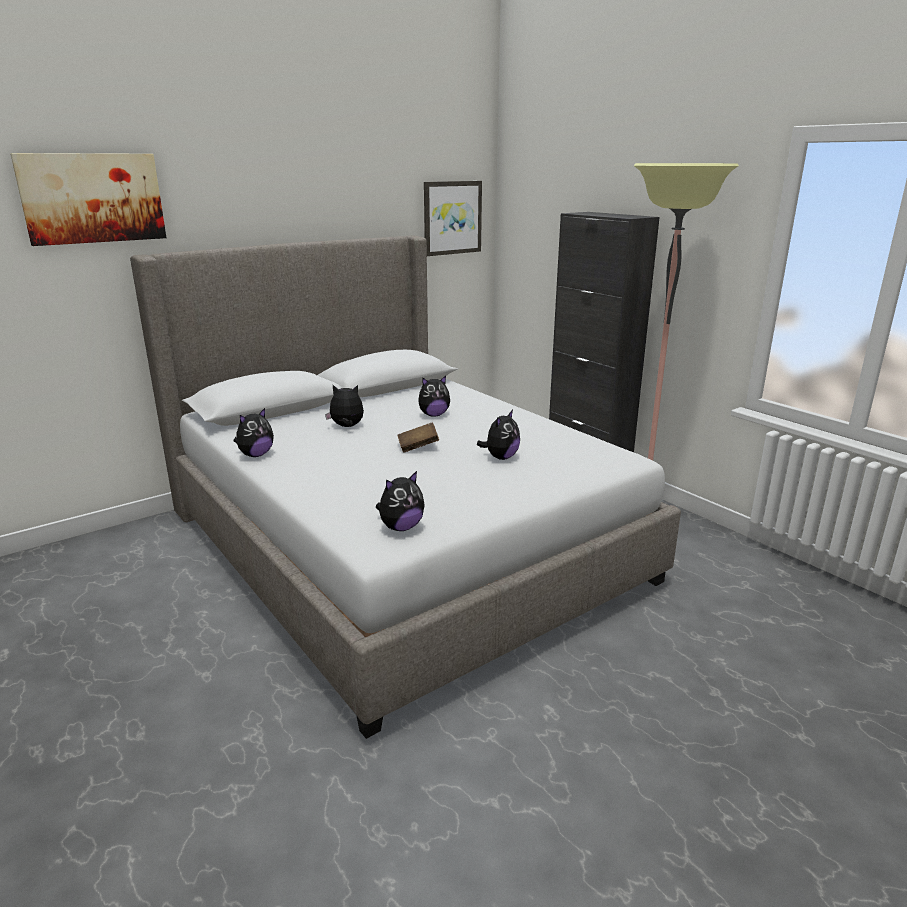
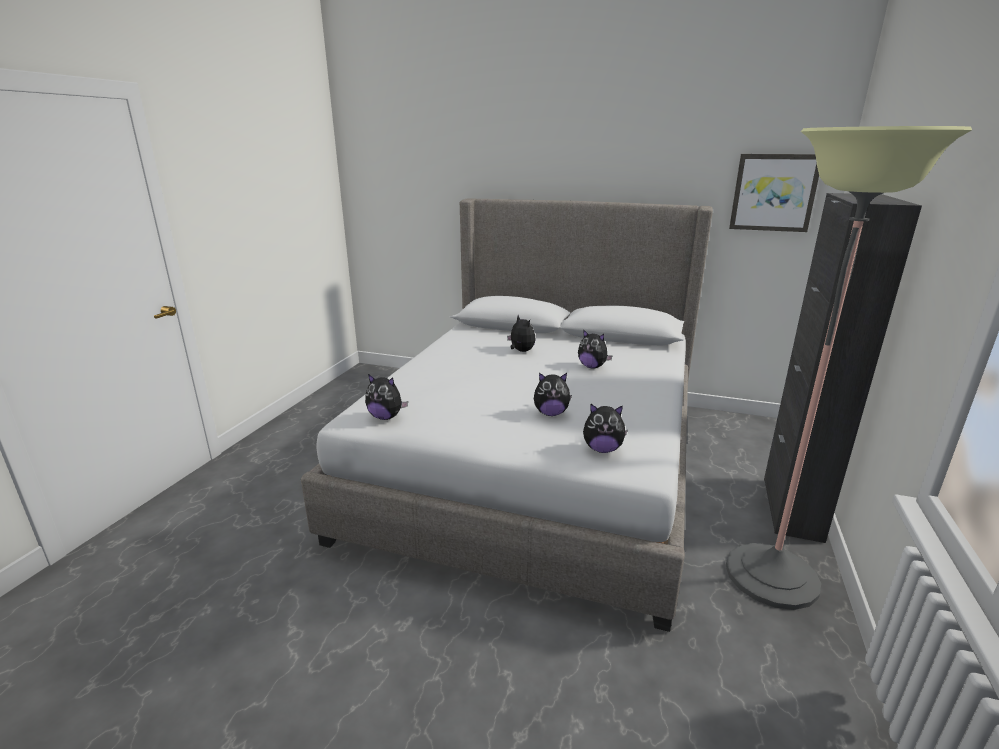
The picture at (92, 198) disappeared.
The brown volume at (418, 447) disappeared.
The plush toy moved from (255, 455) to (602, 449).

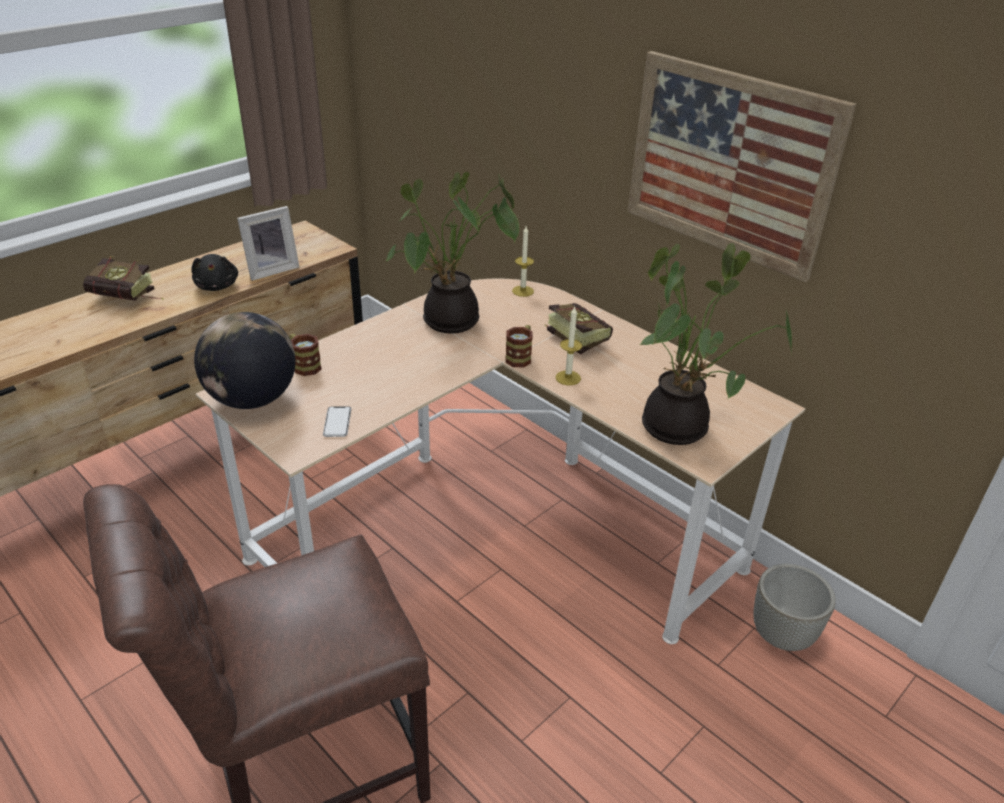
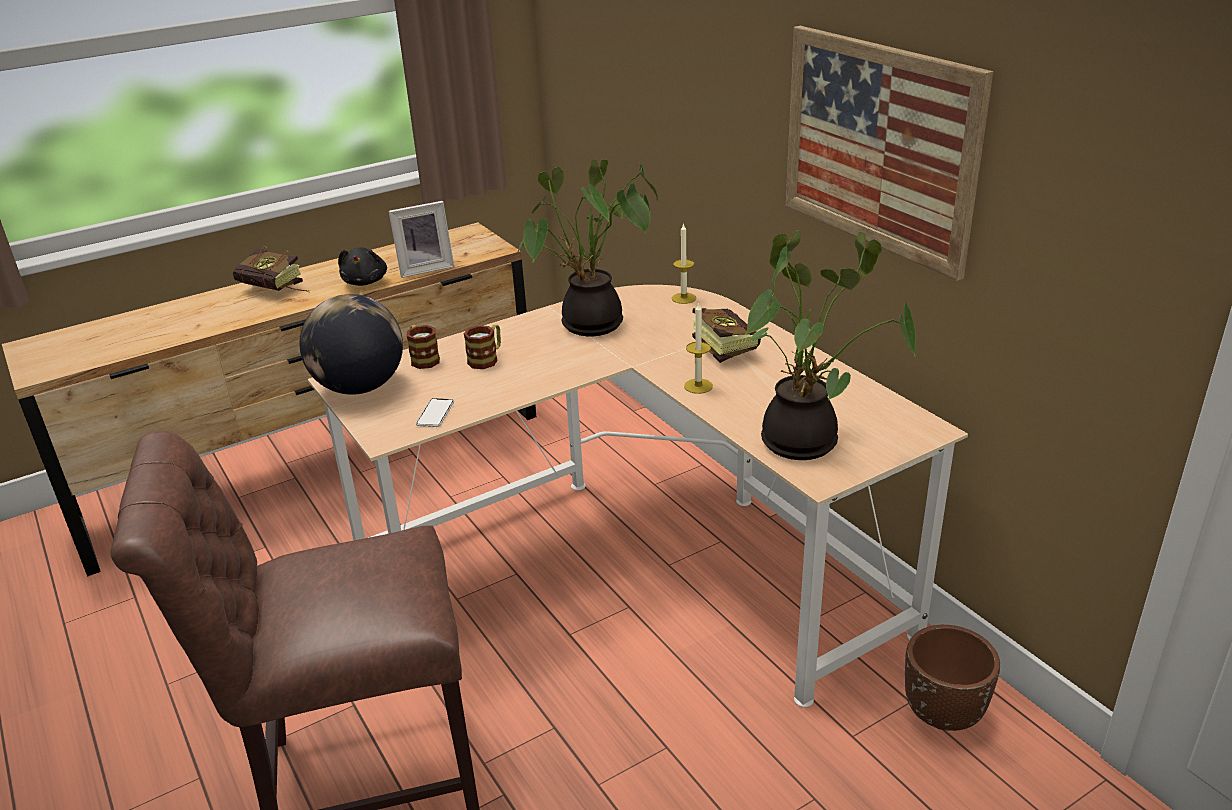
The coffee mug moved from (520, 357) to (487, 359).
The greyish flower pot at (782, 634) became the brown flower pot at (943, 713).

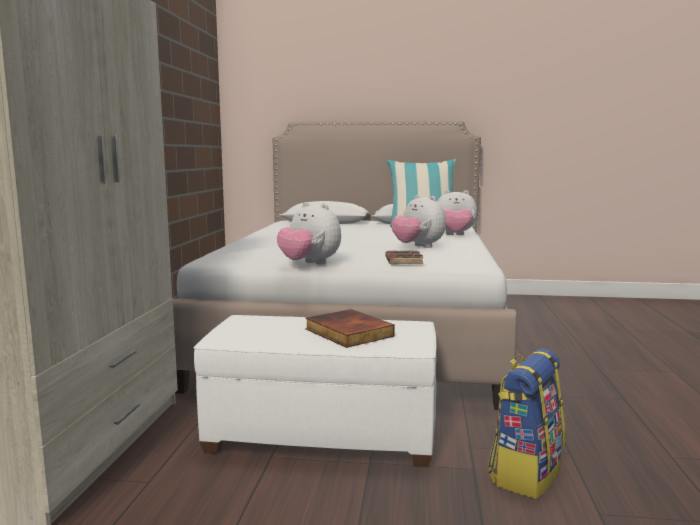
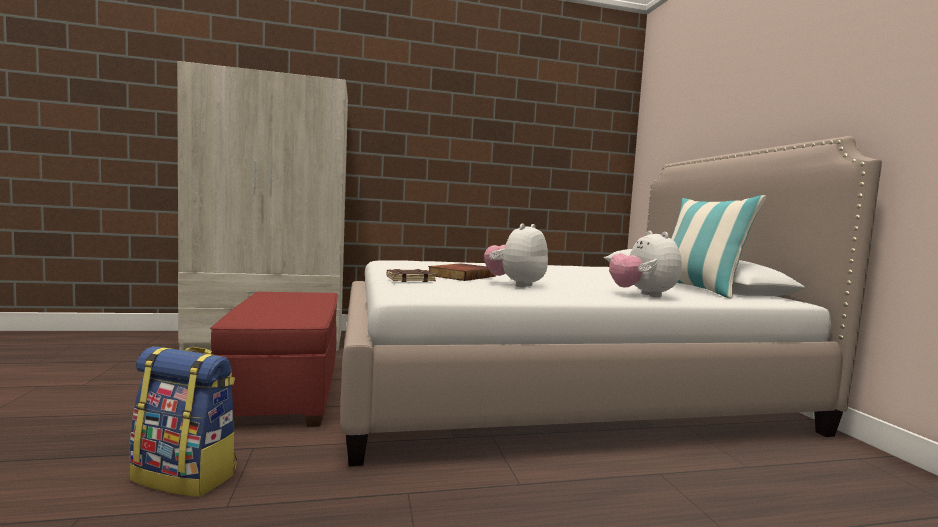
The plush toy at (309, 264) disappeared.
The volume moved from (347, 332) to (461, 275).
The white footrest at (323, 435) became the red-coloured footrest at (285, 391).

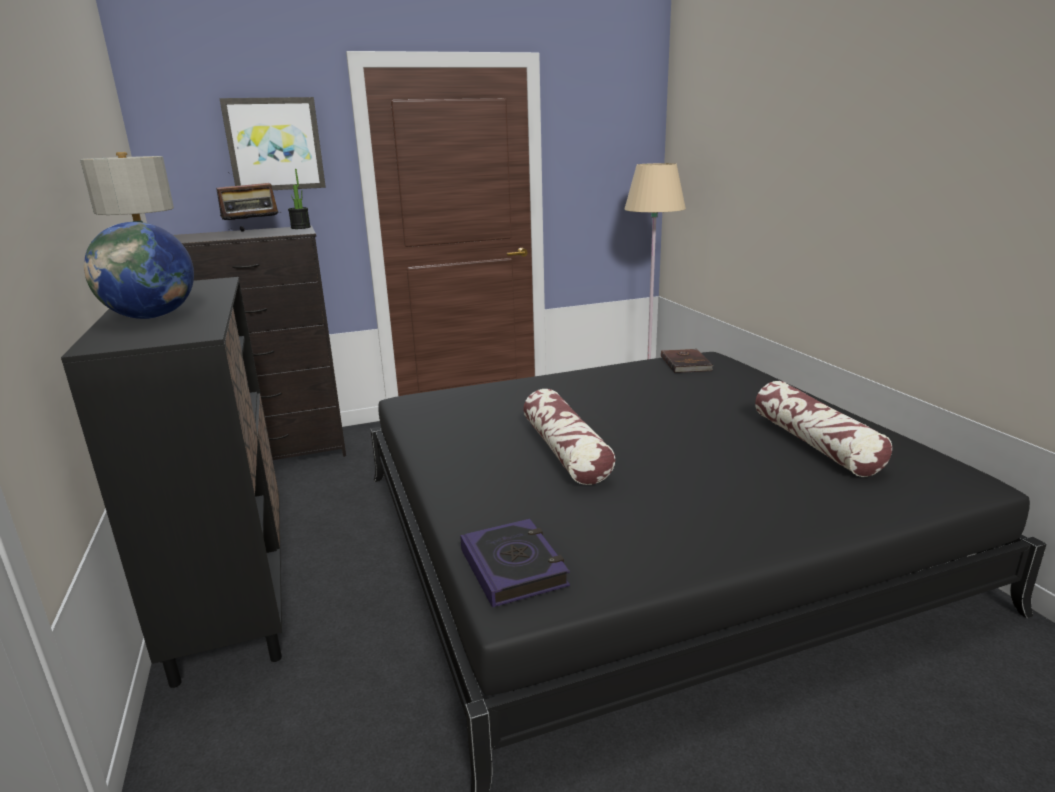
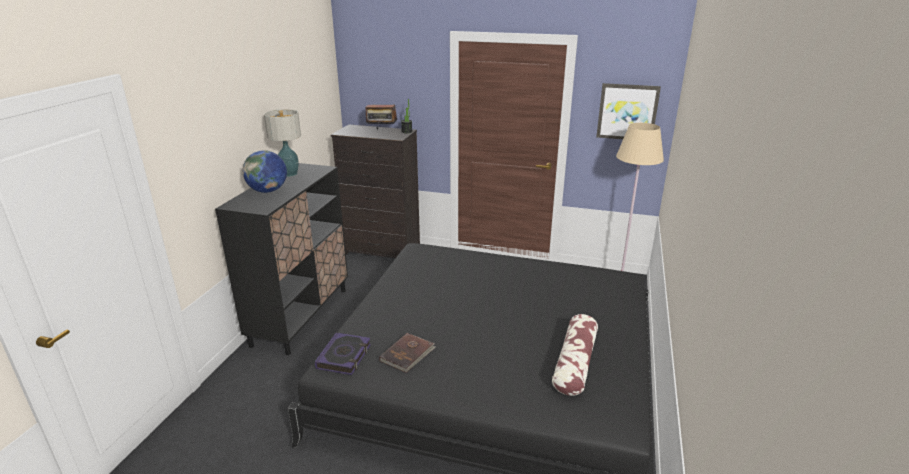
The throw pillow at (565, 451) disappeared.
The picture moved from (274, 144) to (627, 112).
The brown volume moved from (686, 363) to (408, 354).

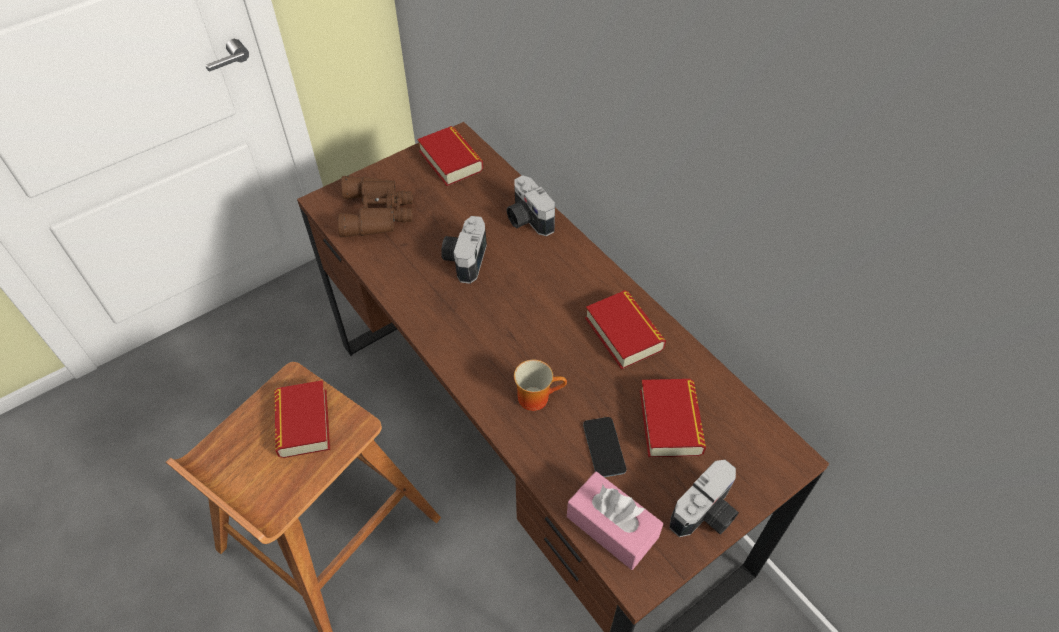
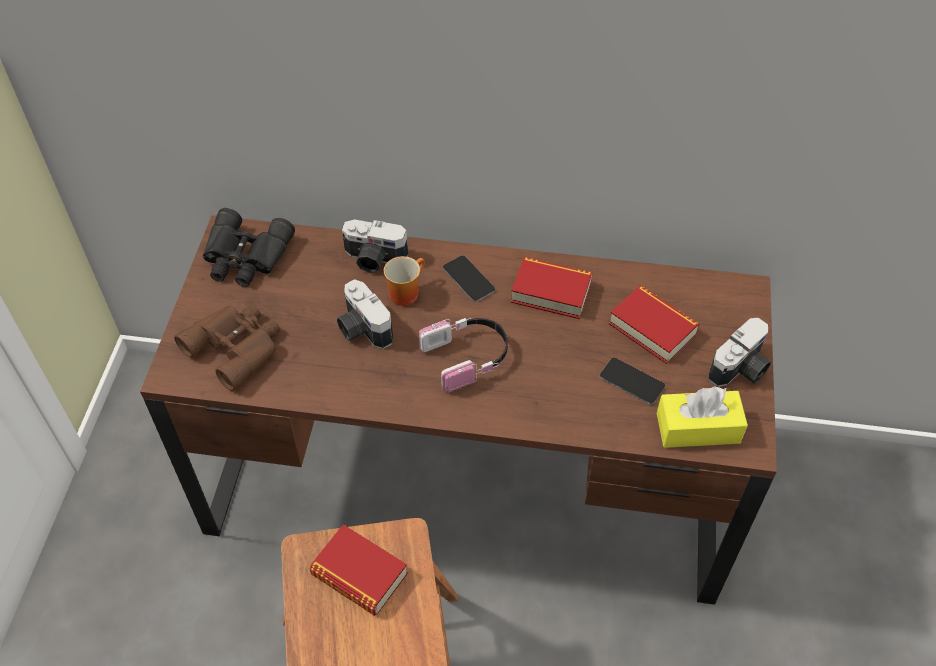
The pair of headphones at (468, 357) appeared.
The telephone at (468, 279) appeared.
The coffee mug moved from (536, 395) to (404, 291).
The volume at (451, 161) was replaced by the black pair of binoculars at (245, 257).
The pink-coloured tissue holder at (612, 527) became the yellowish tissue holder at (698, 428).
The photo camera at (706, 514) turned 45 degrees clockwise.

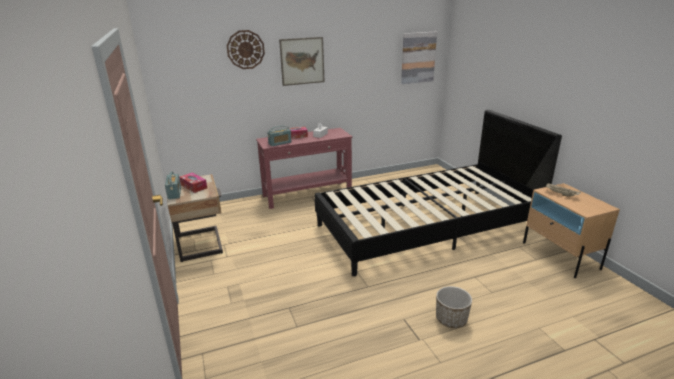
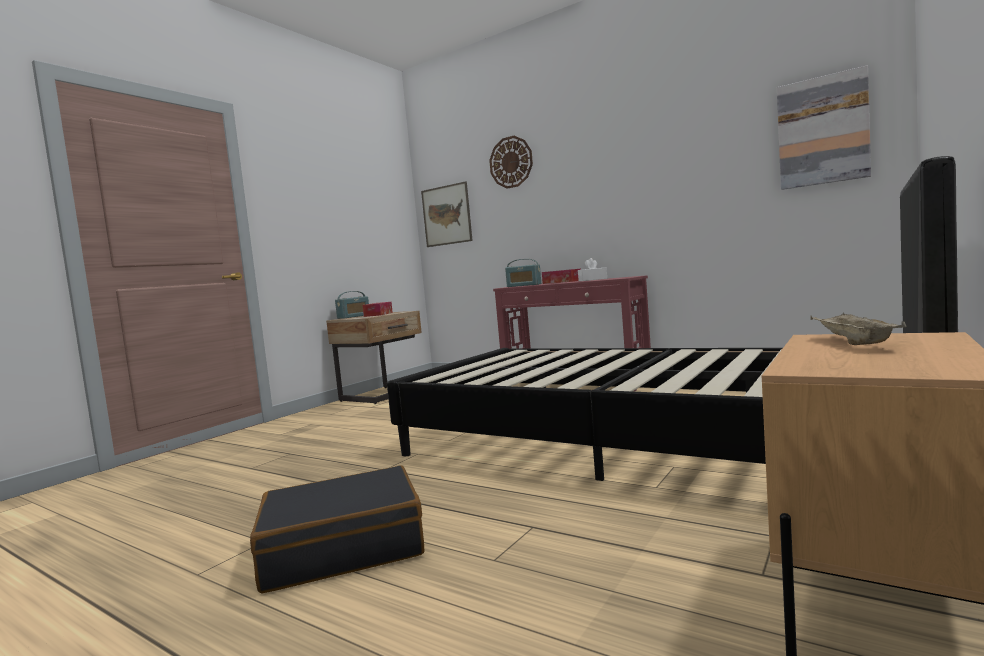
The picture moved from (302, 61) to (446, 215).
The flower pot at (451, 319) was replaced by the black piece of luggage at (343, 547).

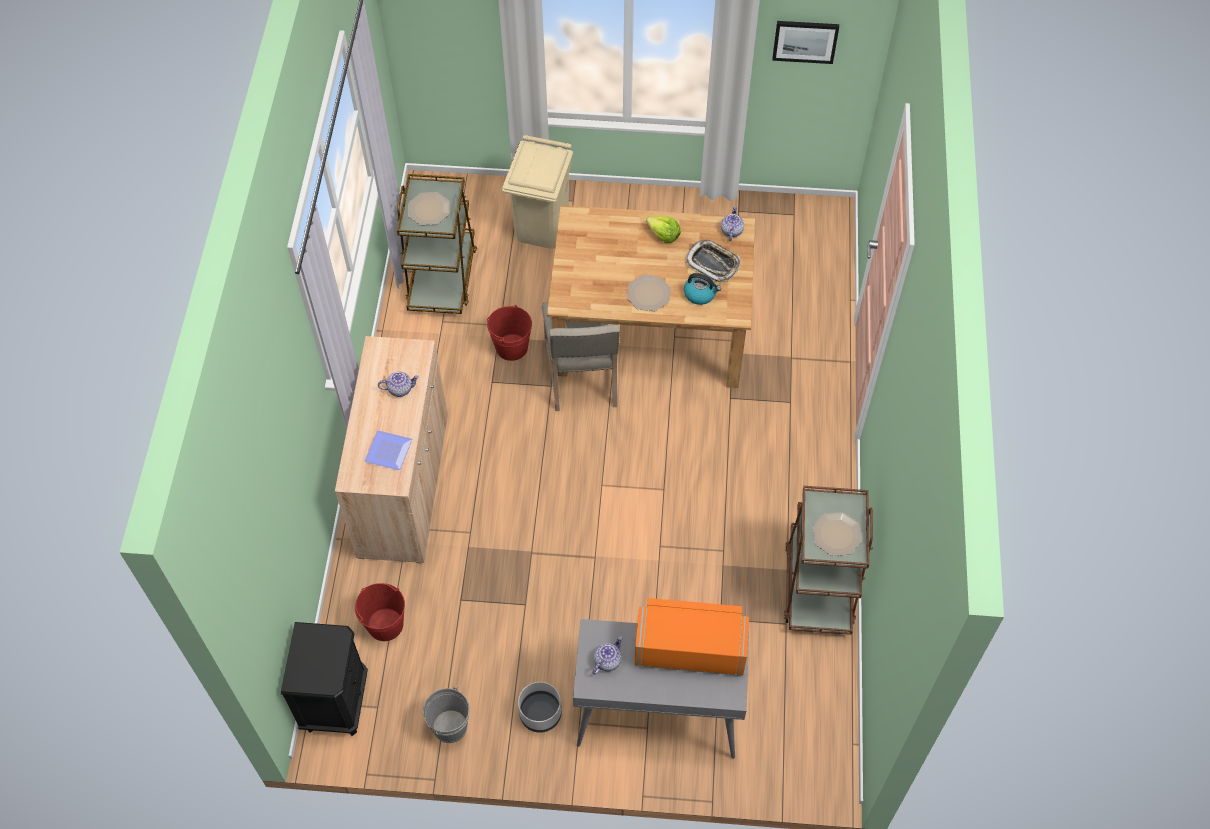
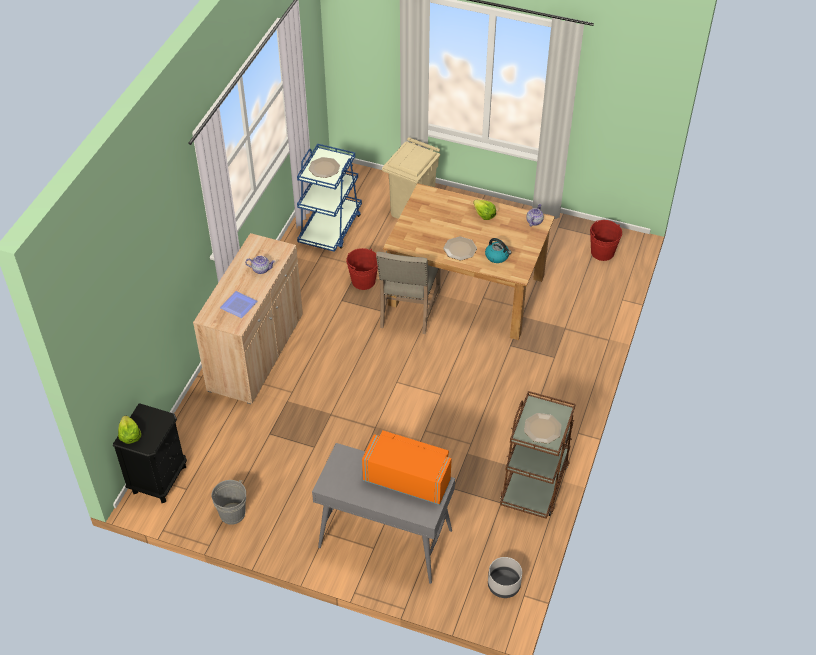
The teapot at (607, 660) disappeared.
The carrying tray at (713, 263) disappeared.
The picture at (805, 41) disappeared.
The head of lettuce at (129, 435) appeared.
The red-coloured pail moved from (385, 624) to (602, 252).
The greyish flower pot moved from (540, 714) to (504, 585).
The brown wheeled cart at (442, 277) became the blue wheeled cart at (330, 228).

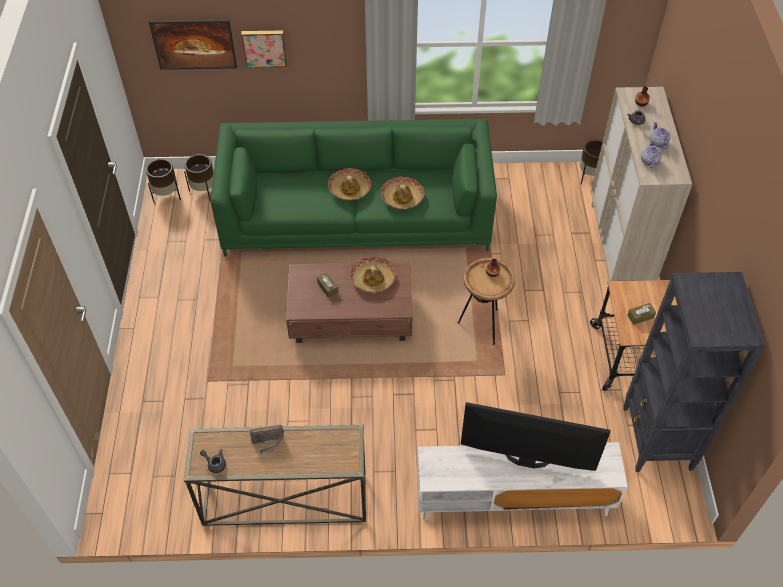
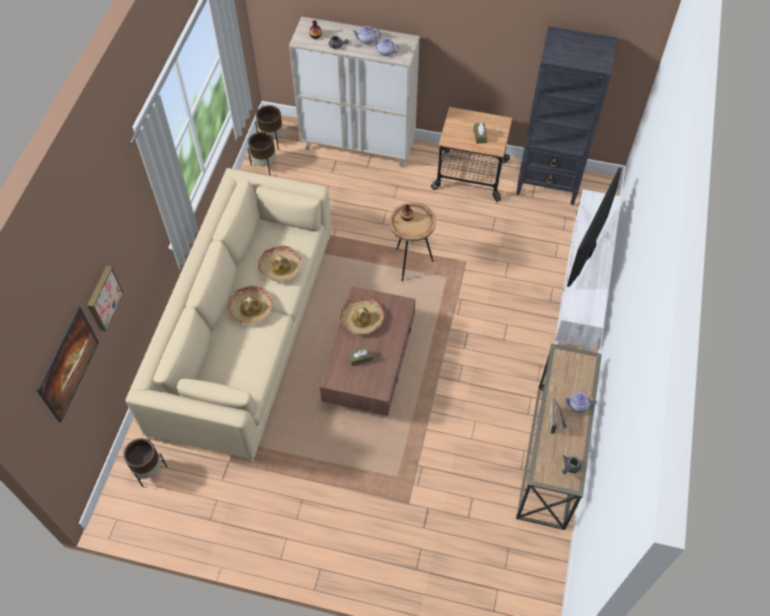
The teapot at (577, 406) appeared.
The brown flower pot moved from (167, 195) to (264, 166).
The greenish couch at (356, 216) became the beige couch at (246, 331).

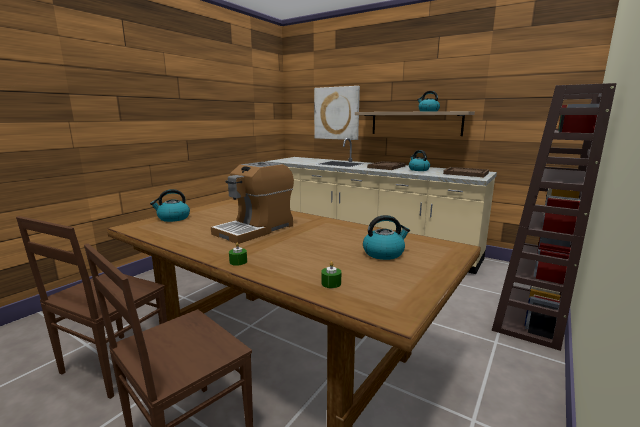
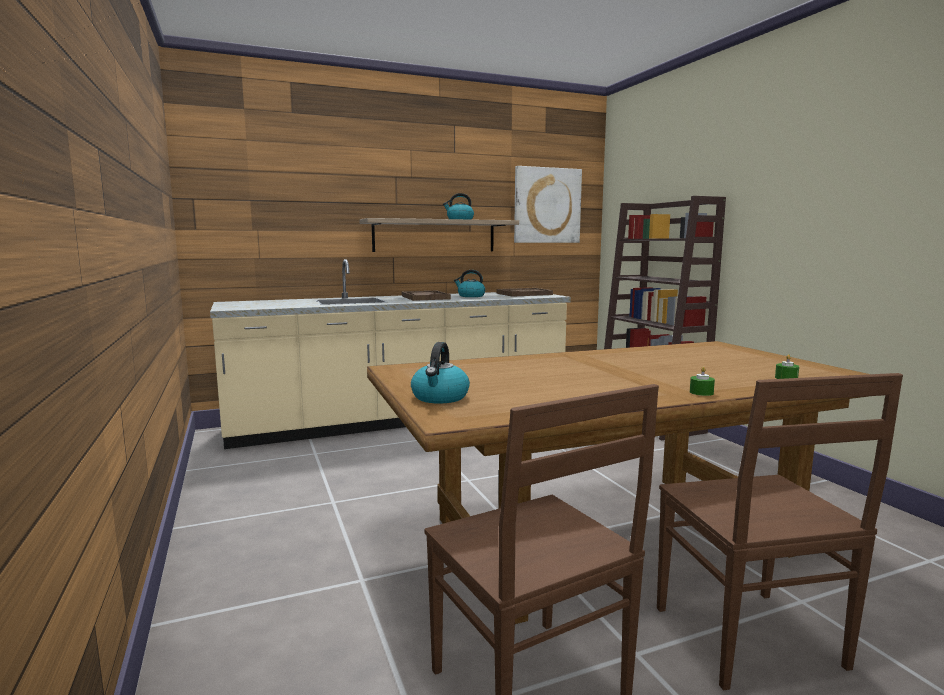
The coffee maker at (255, 229) disappeared.
The water kettle at (384, 253) disappeared.
The picture moved from (336, 113) to (547, 205).

